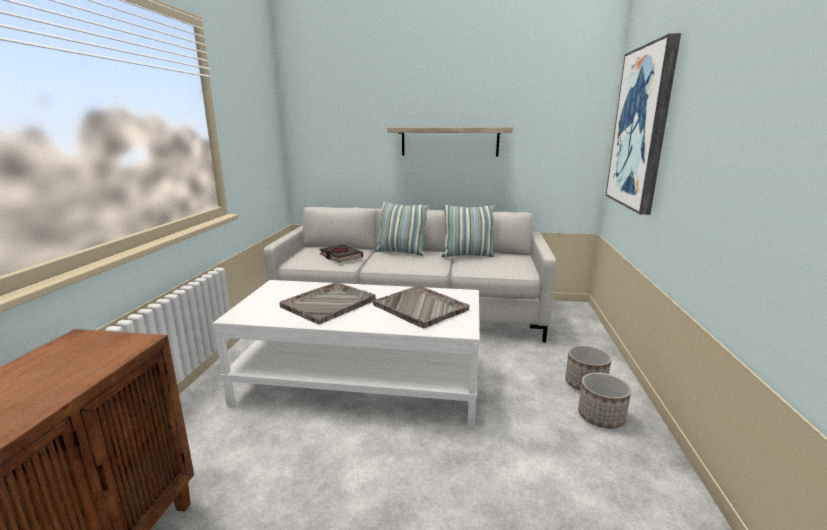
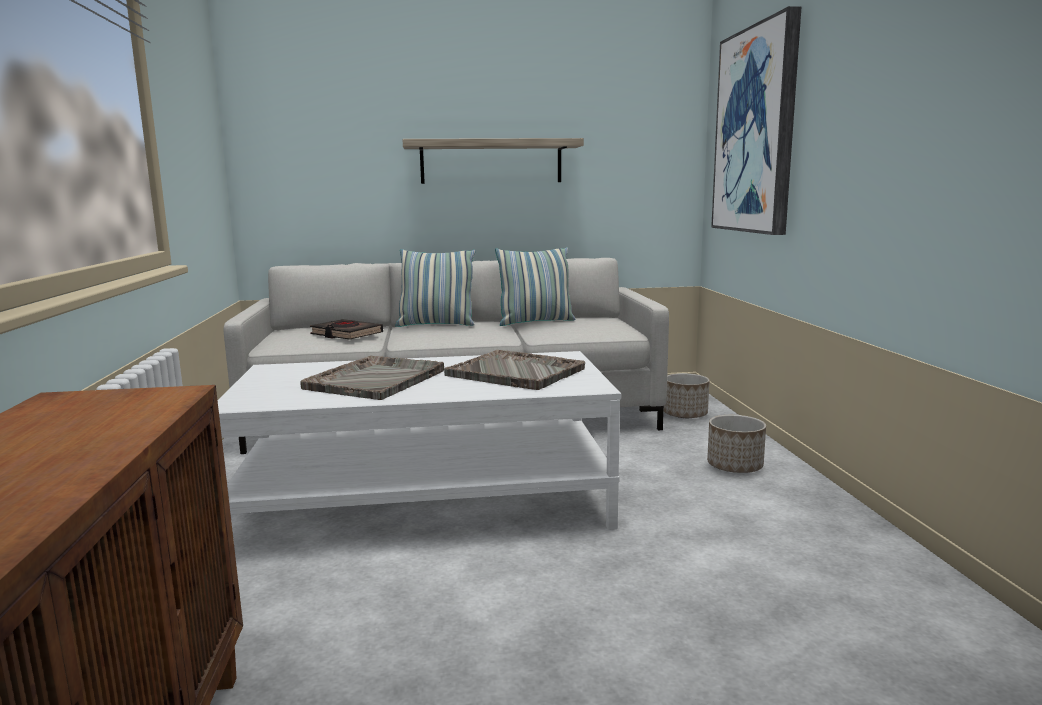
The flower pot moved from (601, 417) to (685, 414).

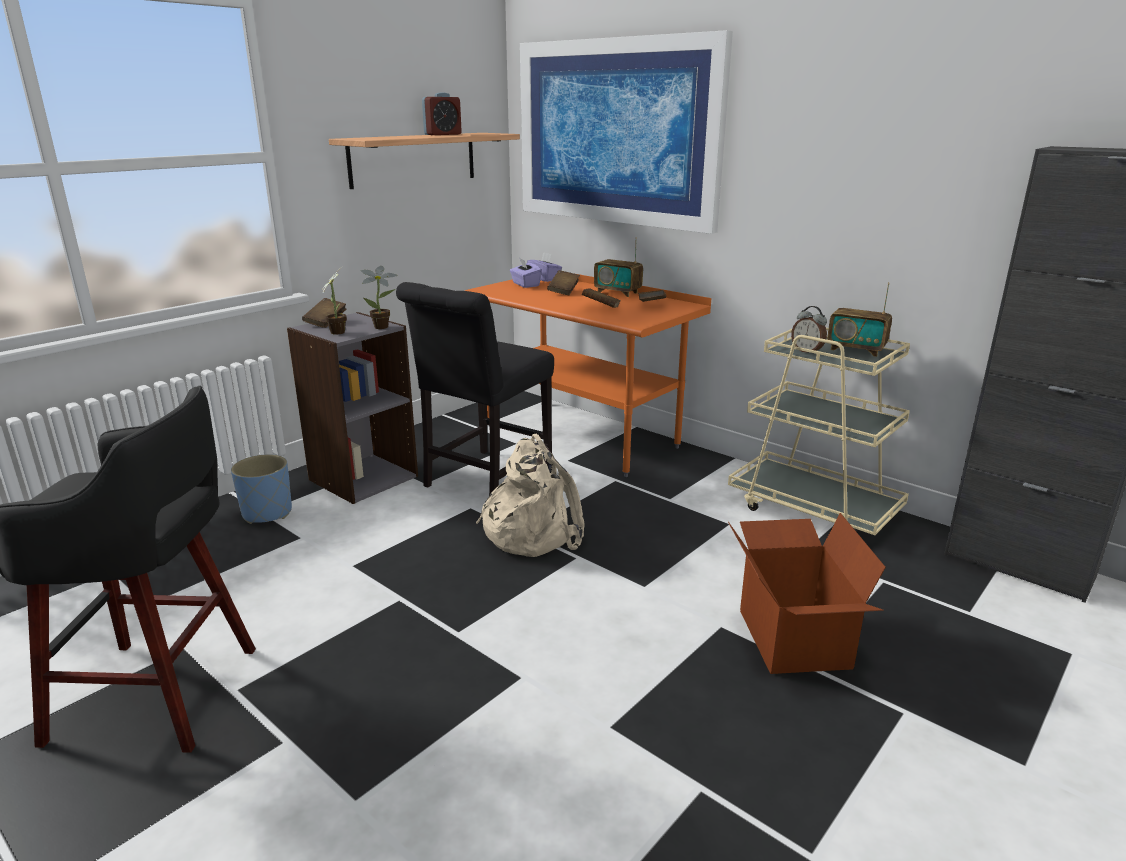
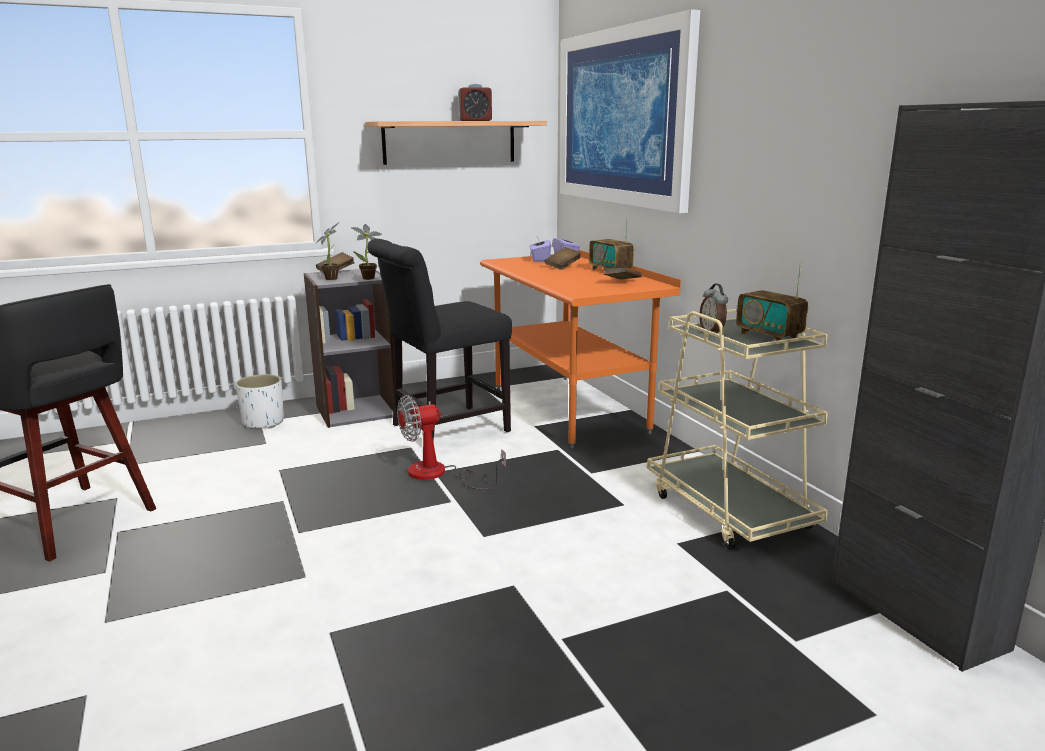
The brown volume at (601, 307) disappeared.
The cardboard box at (791, 638) disappeared.
The beige knapsack at (532, 532) was replaced by the cooling fan at (439, 474).
The blue flower pot at (267, 513) became the white flower pot at (264, 422).

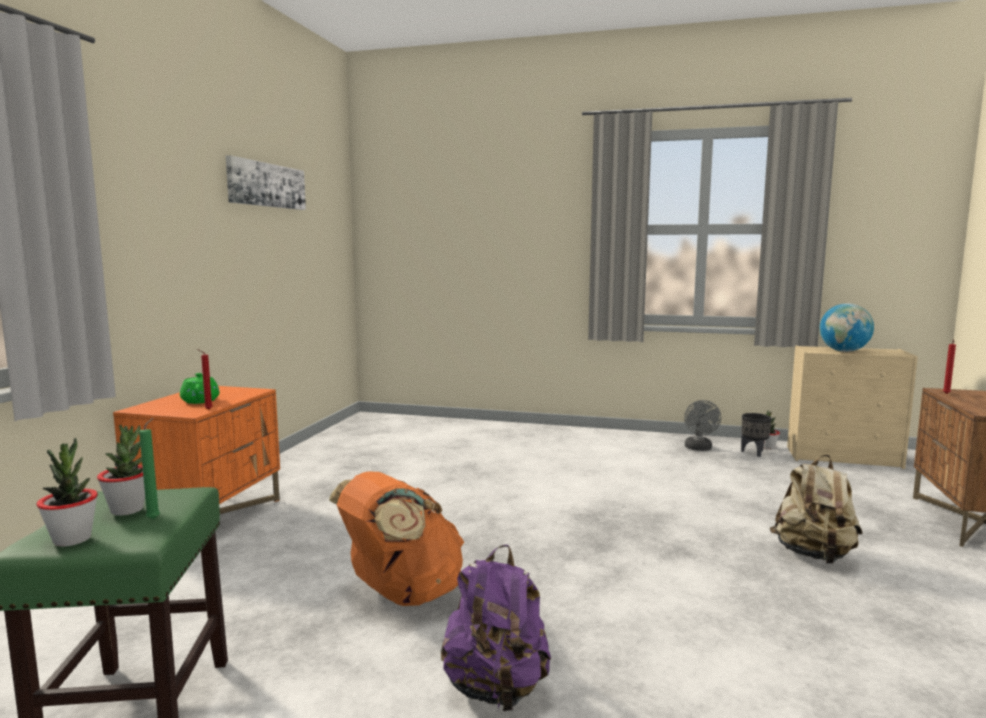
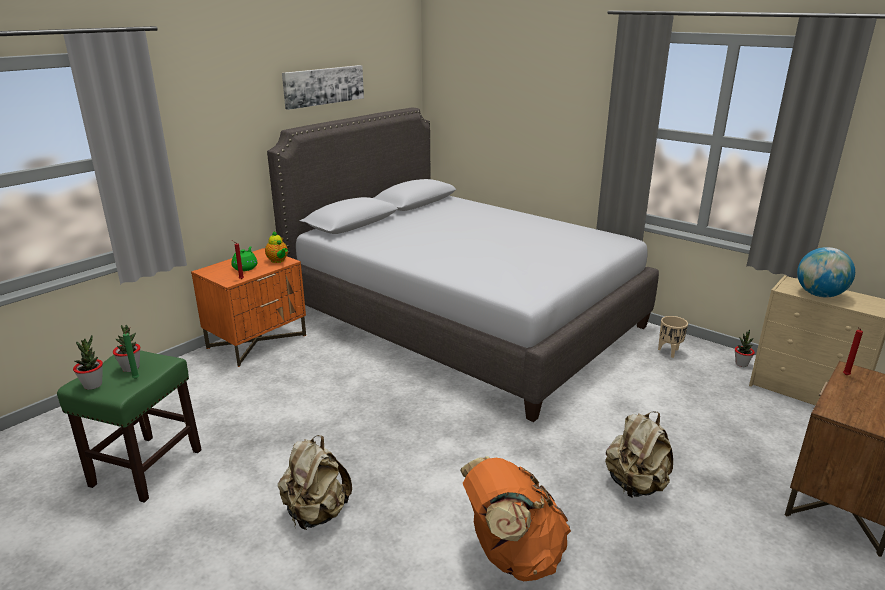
The black flower pot at (754, 453) disappeared.
The teapot at (278, 261) appeared.
The greyish bedroom bed at (464, 320) appeared.
The orange-coloured knapsack moved from (401, 594) to (512, 555).
The greyish cooling fan at (699, 448) was replaced by the beige flower pot at (669, 352).
The purple knapsack at (496, 689) became the beige knapsack at (316, 513).

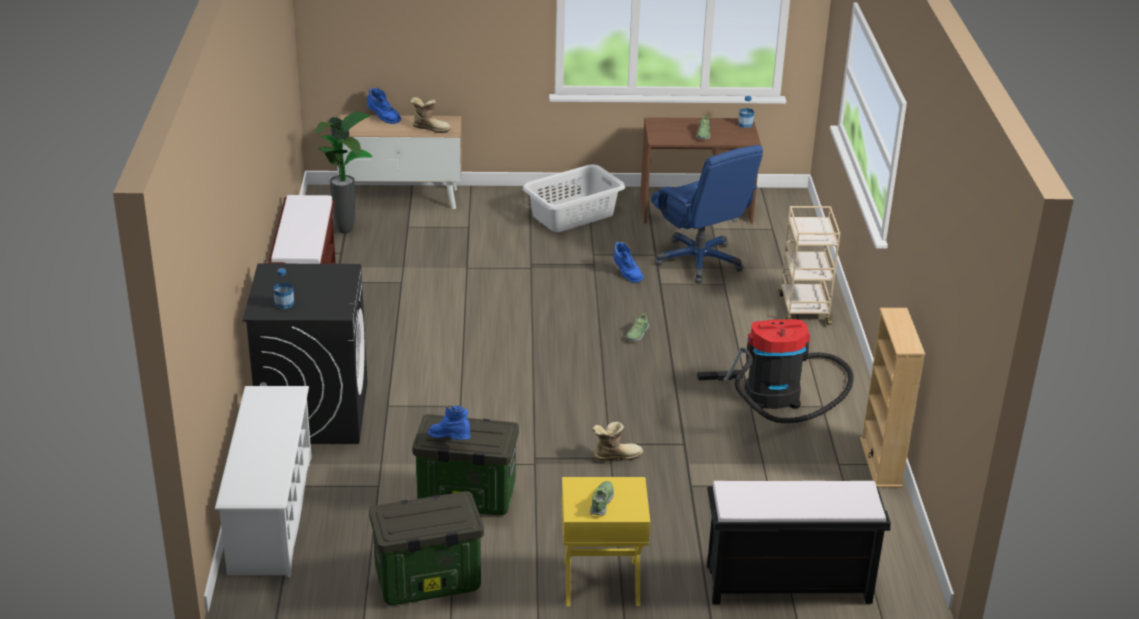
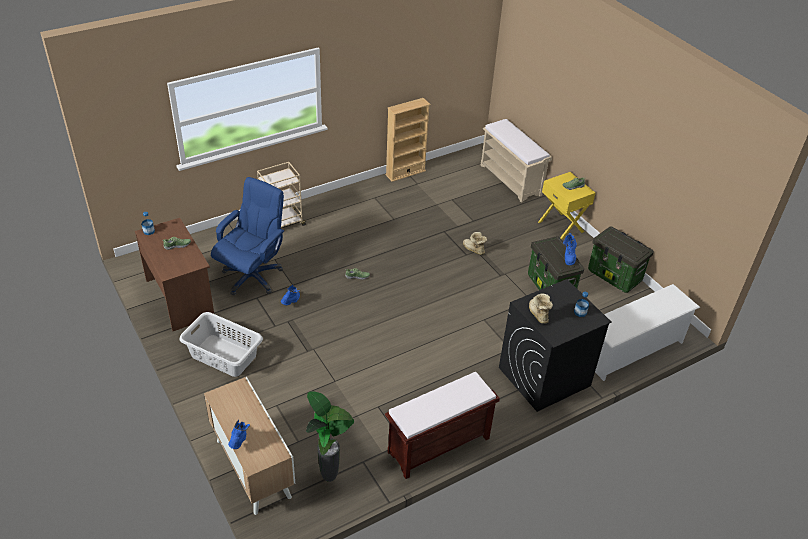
The vacuum cleaner at (778, 396) disappeared.
The boot moved from (430, 128) to (537, 314).
The black bench at (786, 585) became the beige bench at (511, 180).

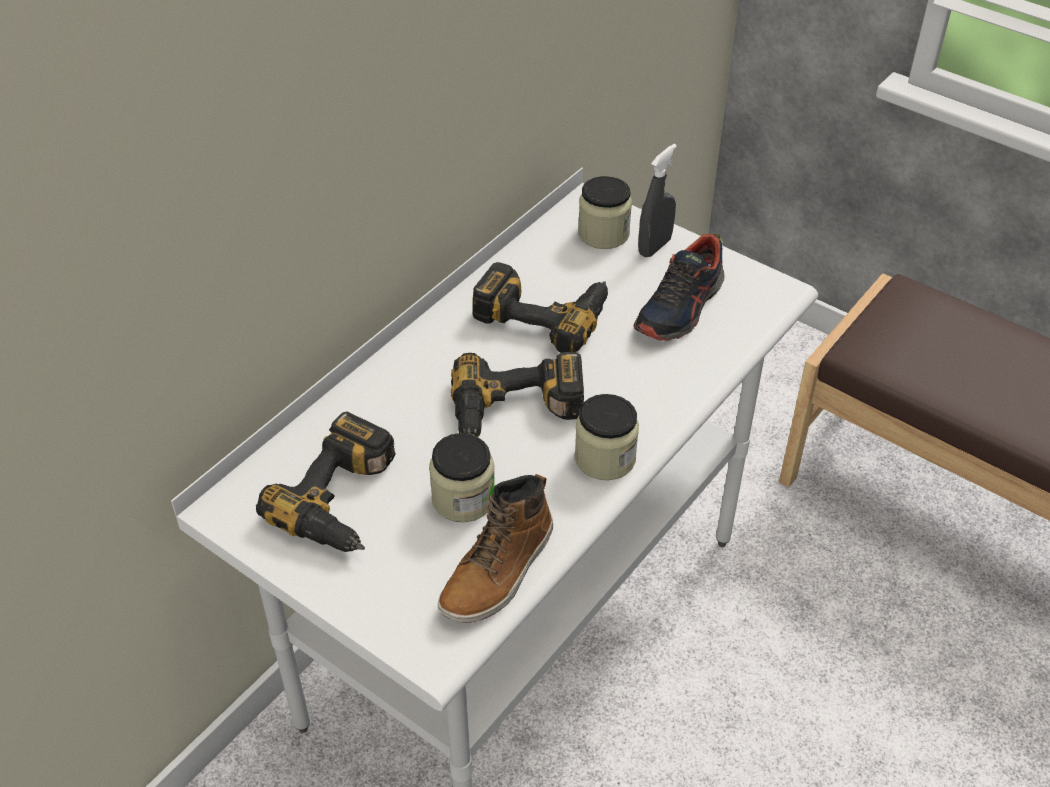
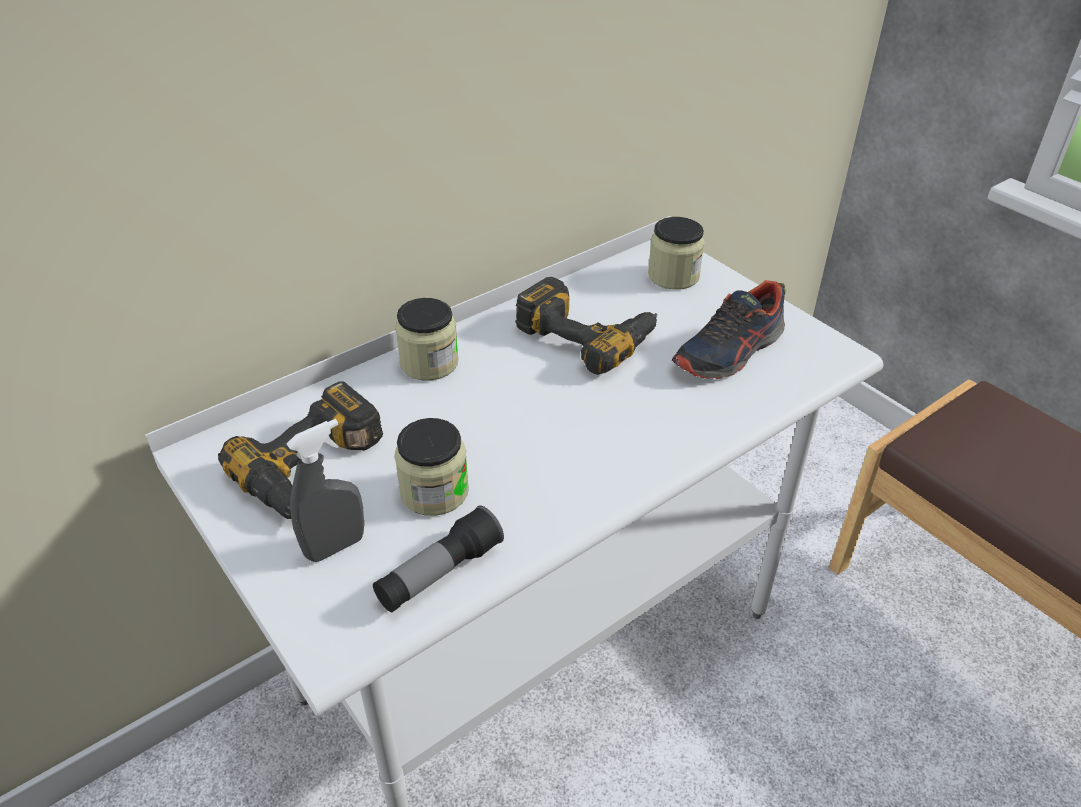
The power drill at (517, 414) disappeared.
The storage jar moved from (605, 458) to (429, 363).
The greyish spray bottle moved from (654, 247) to (335, 547).
The boot at (499, 570) was replaced by the flashlight at (439, 573).

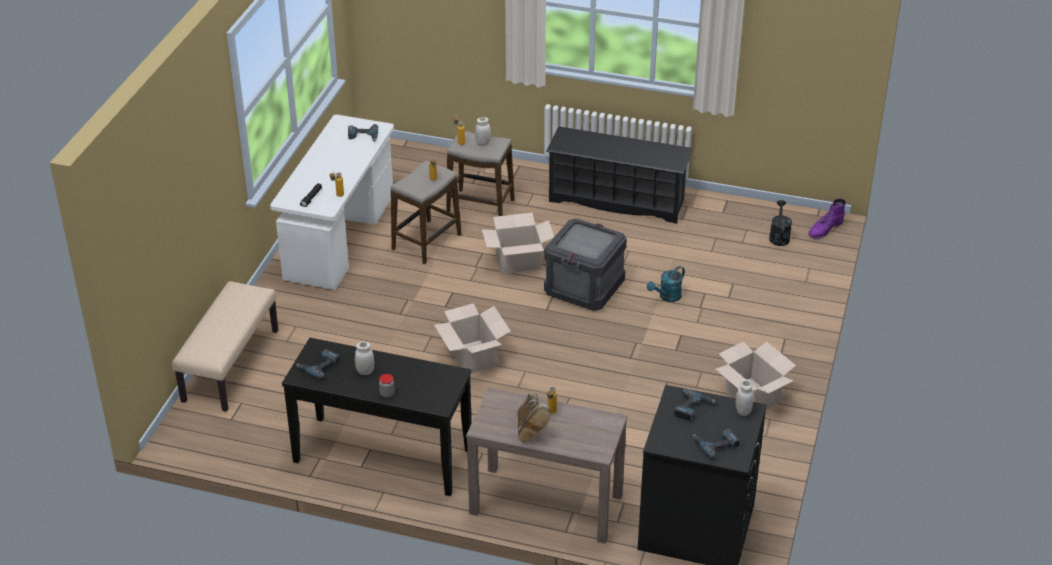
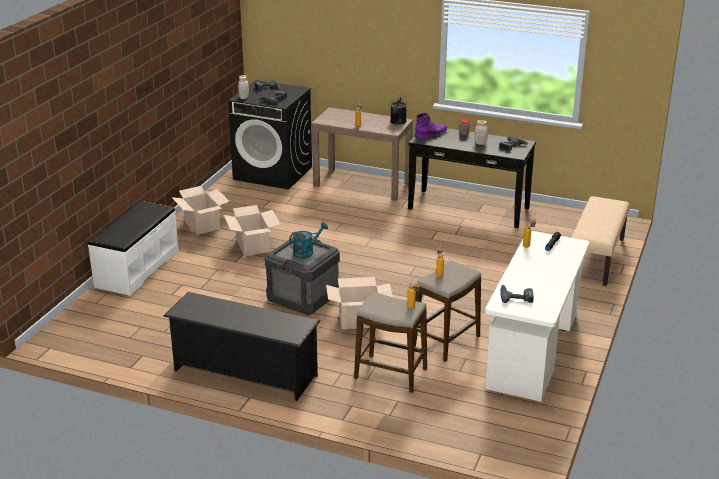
The white storage jar at (483, 143) disappeared.
The brown boot at (530, 430) disappeared.
The white bench at (136, 269) appeared.
The cardboard box moved from (473, 357) to (252, 246).
The turquoise-coloured sprinkling can moved from (667, 297) to (306, 252).
The black sprinkling can moved from (779, 236) to (398, 122).
The purple boot moved from (825, 229) to (431, 134).

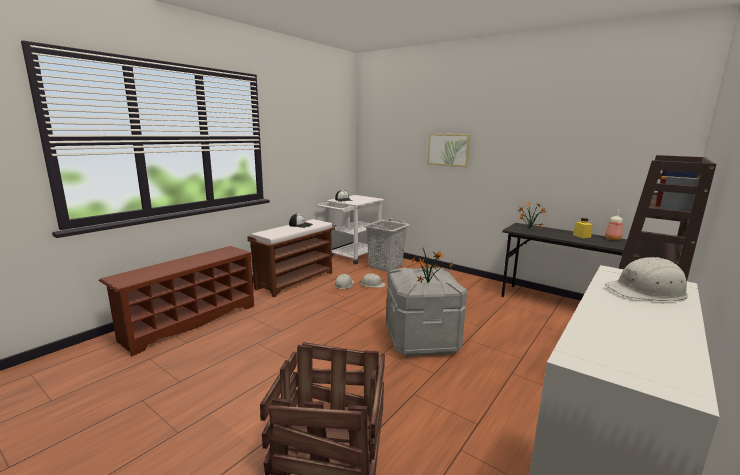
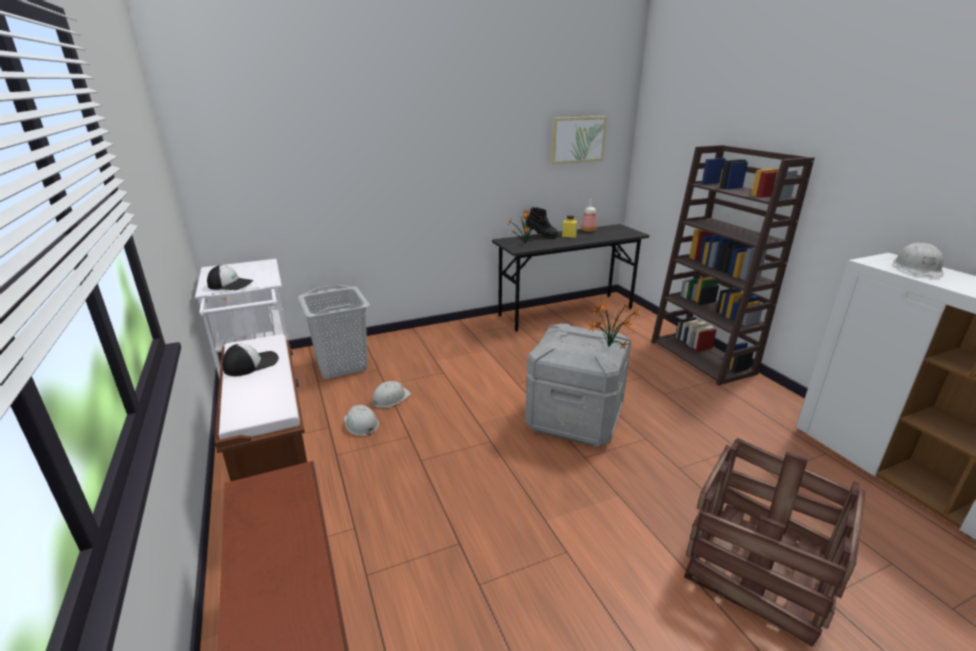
The black boot at (541, 236) appeared.
The picture moved from (448, 149) to (577, 139).

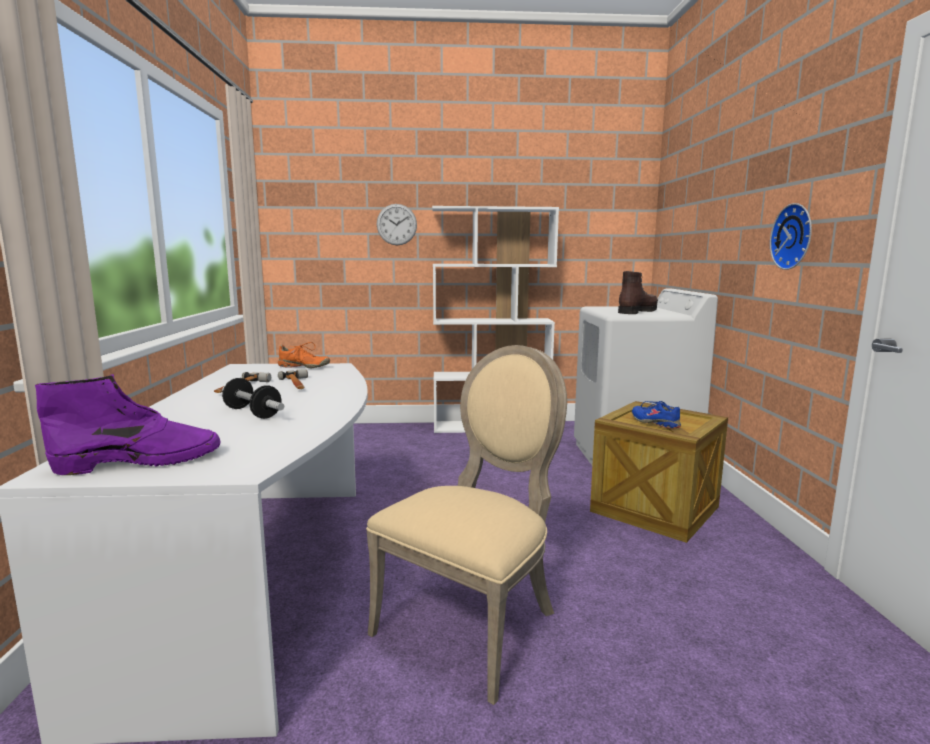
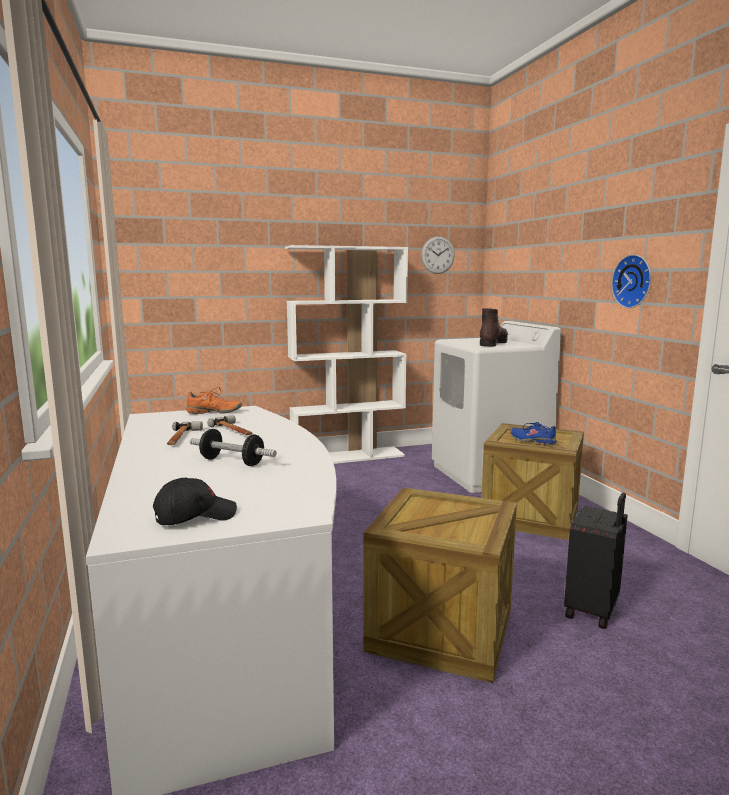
The black piece of luggage at (593, 610) appeared.
The hanging clock moved from (396, 224) to (437, 255).
The purple boot at (141, 461) was replaced by the black peaked cap at (195, 516).
The beige plain chair at (474, 622) was replaced by the packing crate at (441, 629).

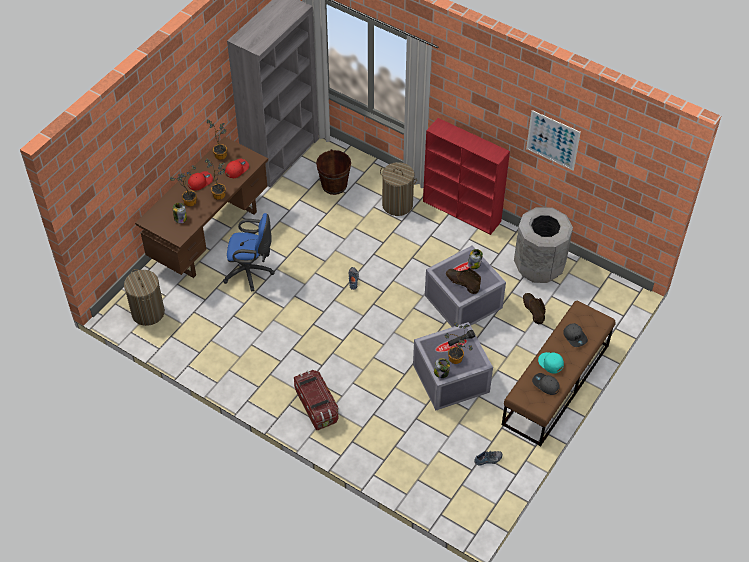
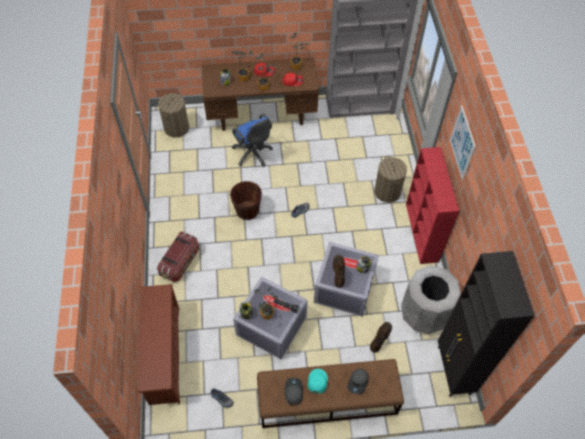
The brown shoe shelf at (163, 354) appeared.
The black cupboard at (453, 371) appeared.
The brown pail moved from (334, 185) to (247, 210).
The picture moved from (553, 140) to (462, 143).

